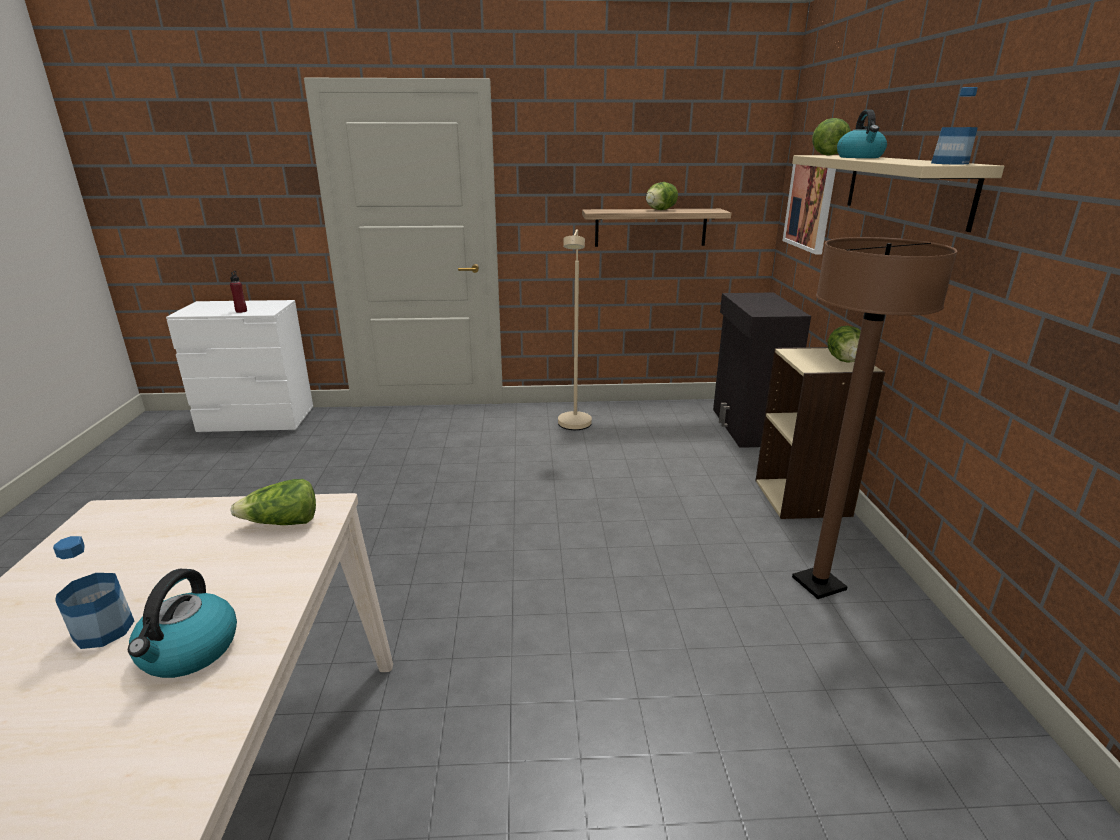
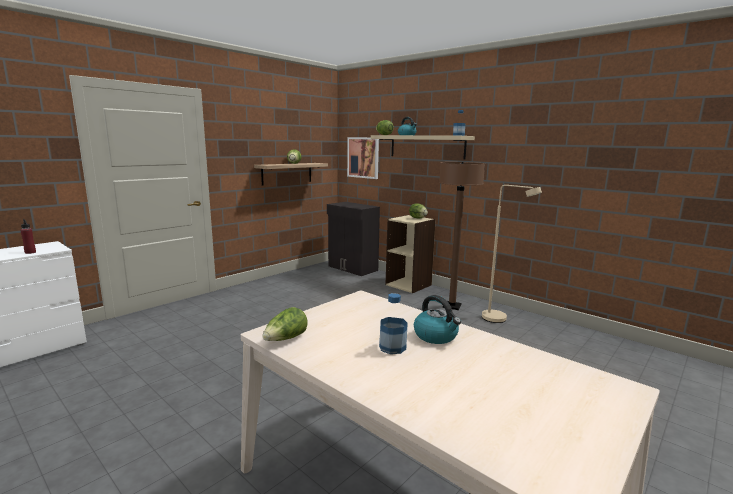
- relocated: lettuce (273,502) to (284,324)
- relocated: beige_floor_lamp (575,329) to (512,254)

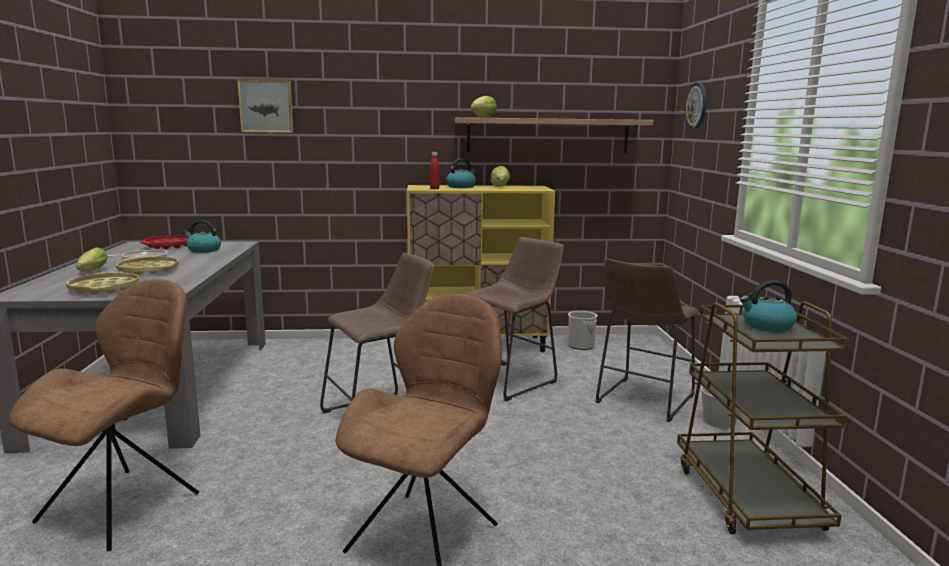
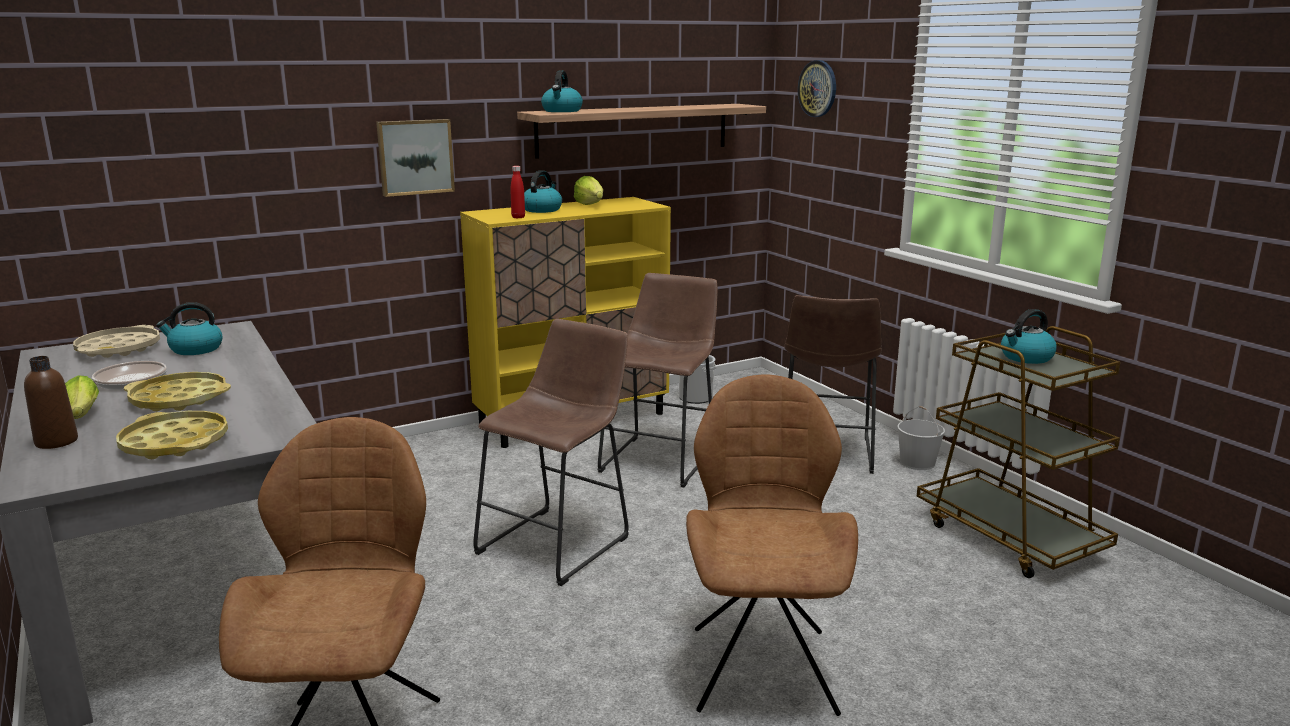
- colour: red_tray (164,242) to beige_tray (116,341)
- relocated: picture (265,106) to (415,158)
- exchanged: lettuce (484,107) to kettle (562,91)
- appeared: brown_bottle (51,402)

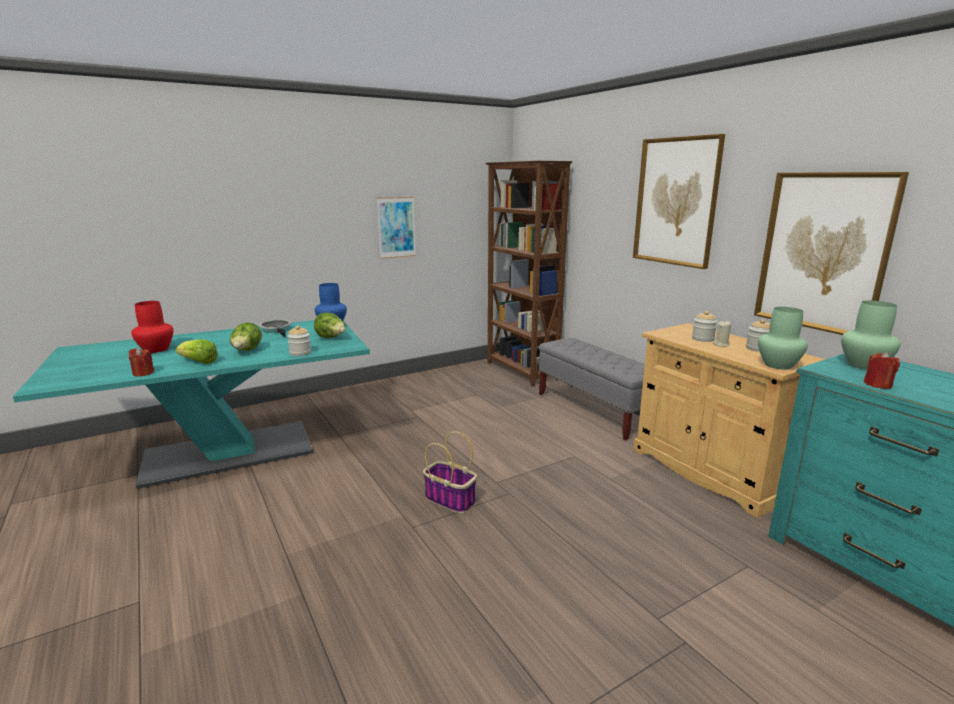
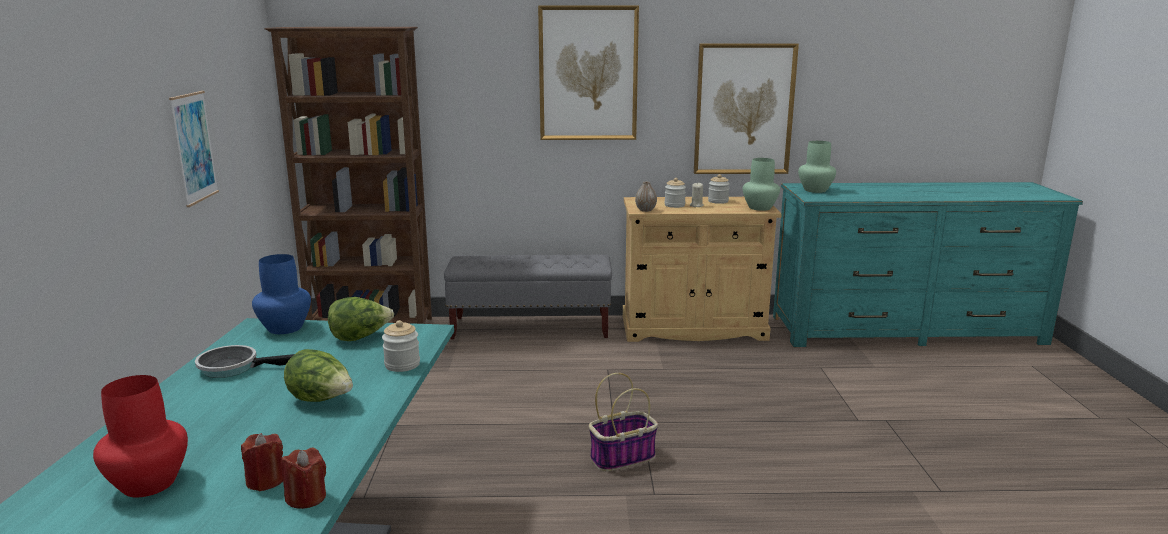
- missing: lettuce (197,351)
- relocated: red_candle (882,370) to (262,462)
- appeared: vase (646,197)

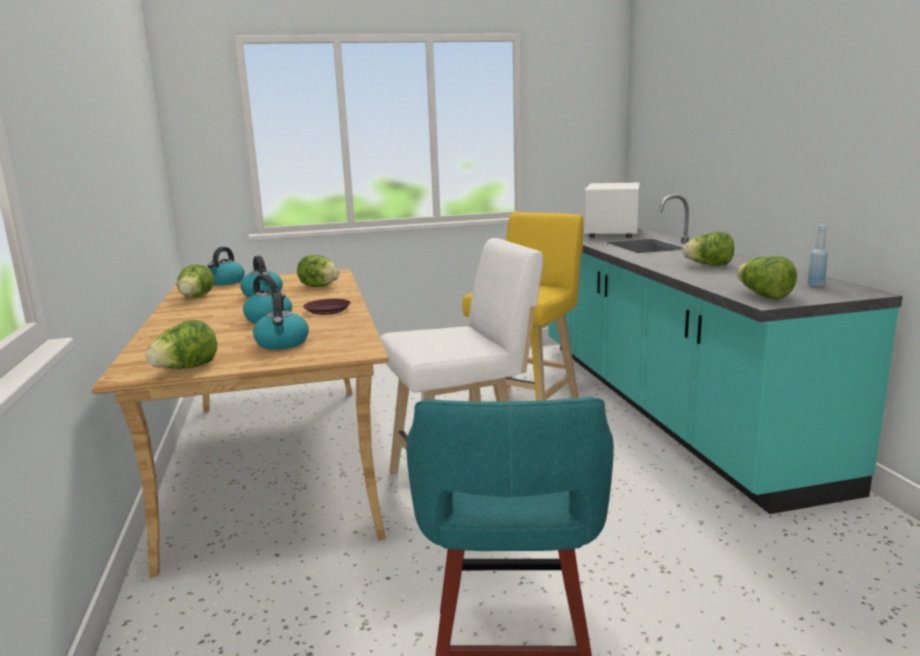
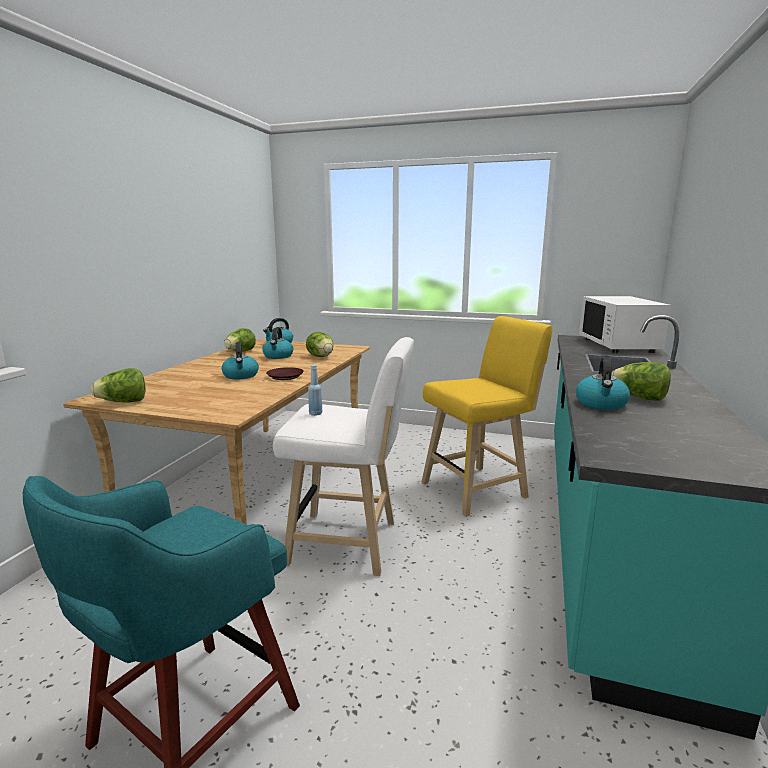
- relocated: kettle (281,321) to (603,383)
- spun: white_microwave (612,210) = (625,324) 45 degrees counterclockwise
- missing: lettuce (767,277)
- relocated: blue_bottle (817,256) to (315,390)

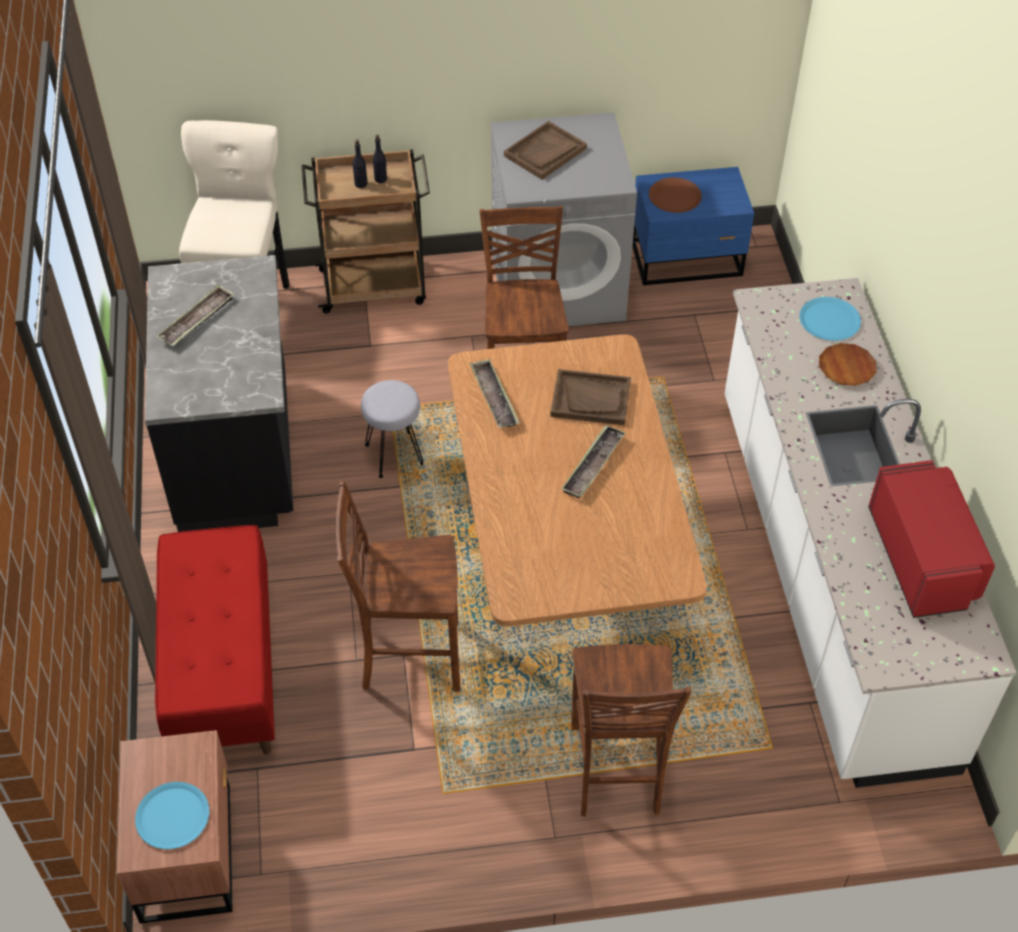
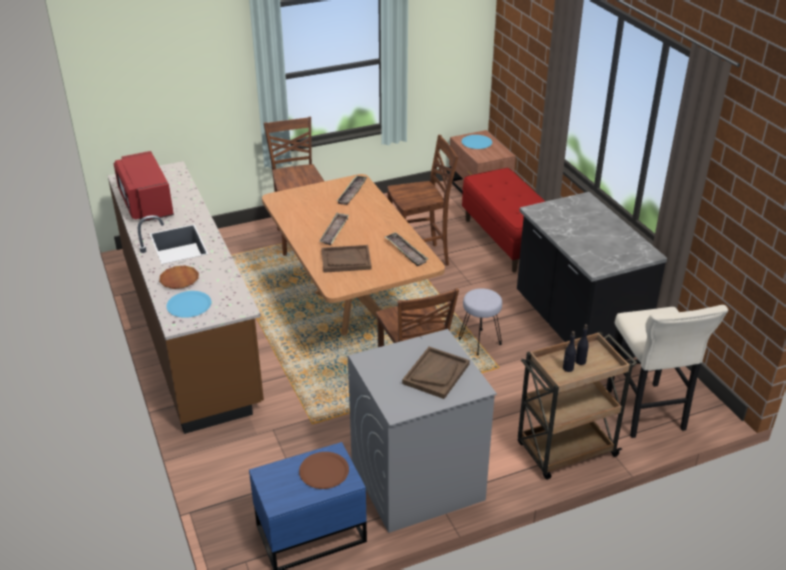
- relocated: tray (195,315) to (351,190)
- colour: white_counter (870,533) to brown_counter (186,297)

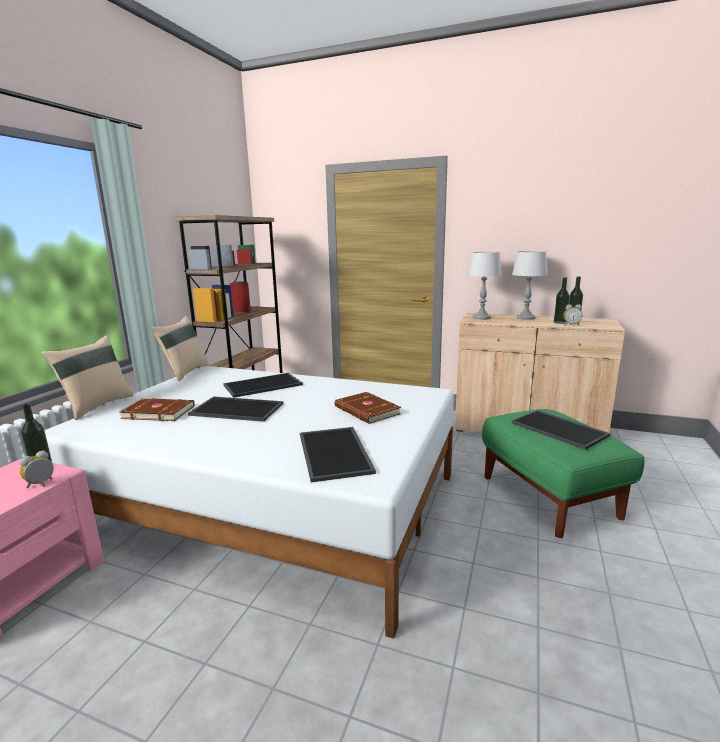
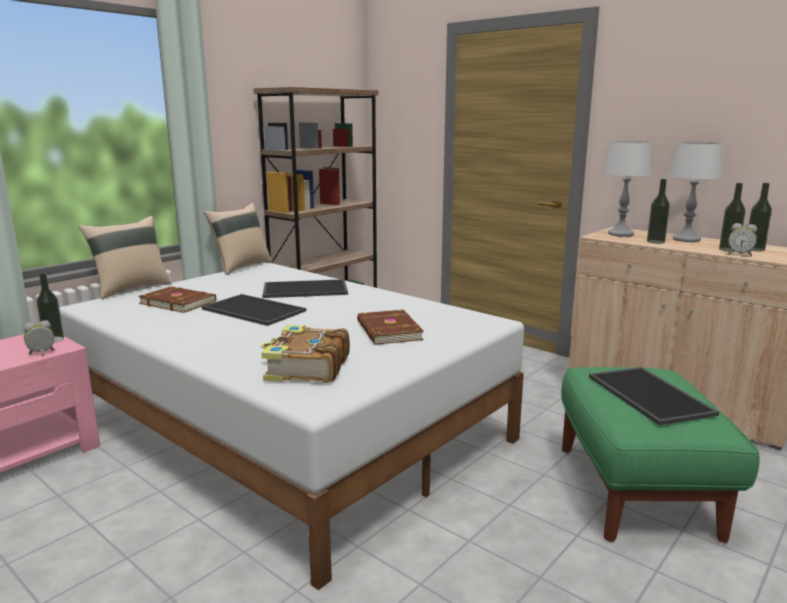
- exchanged: tray (338,454) to book (305,354)
- appeared: bottle (658,211)

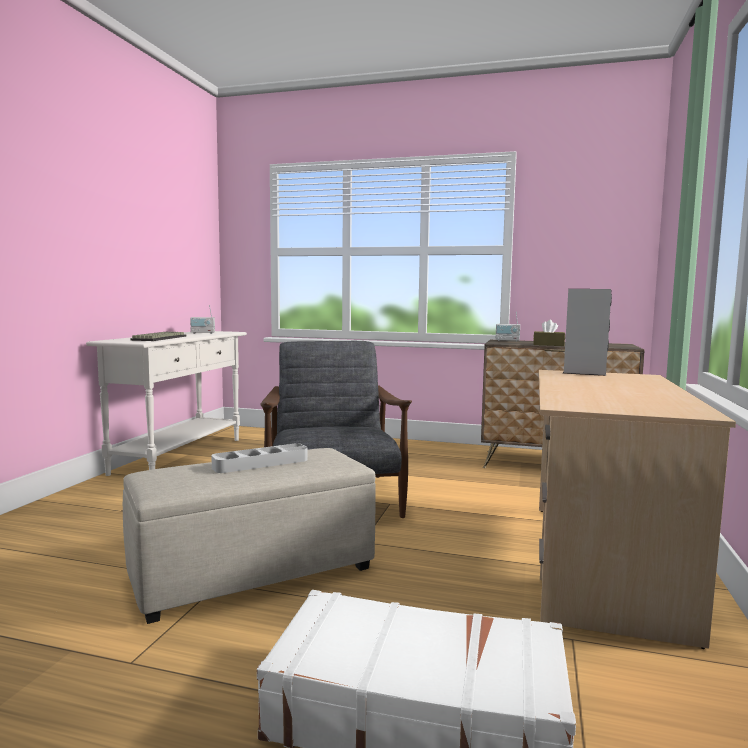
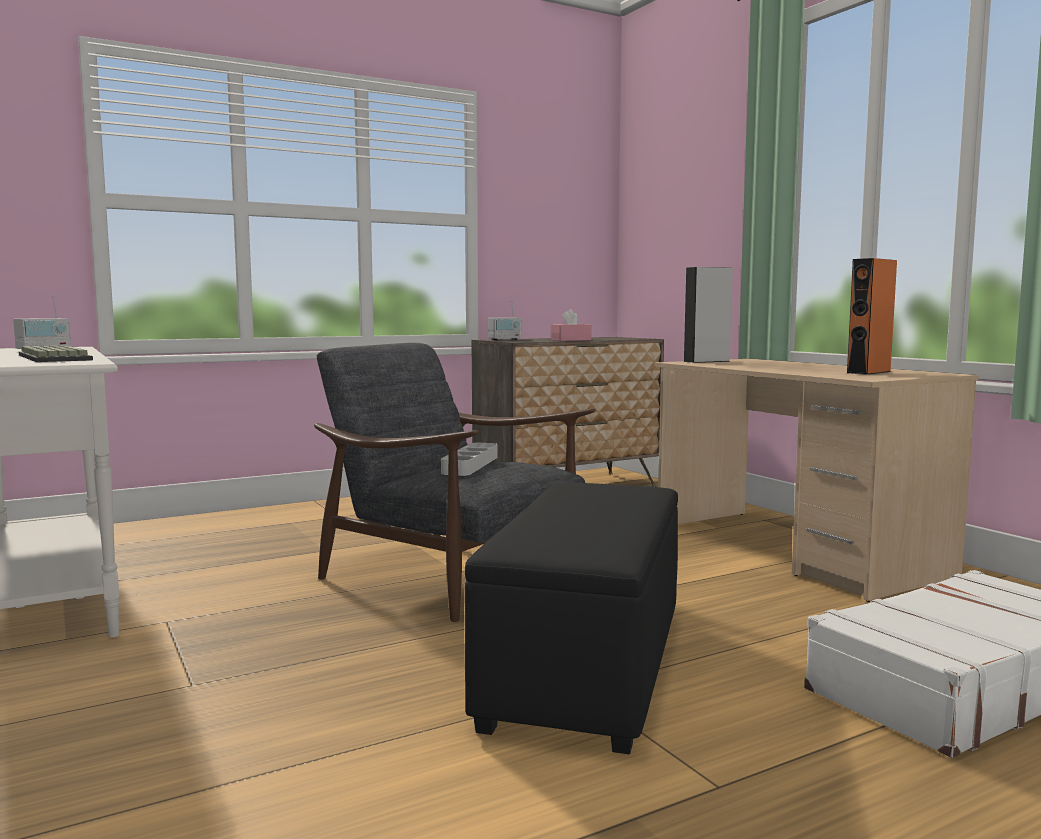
- colour: beige_ottoman (249,536) to black_ottoman (571,618)
- relocated: grey_tray (259,458) to (469,459)
- colour: brown_tissue_box (549,333) to pink_tissue_box (571,325)
- appeared: orange_speaker (872,316)

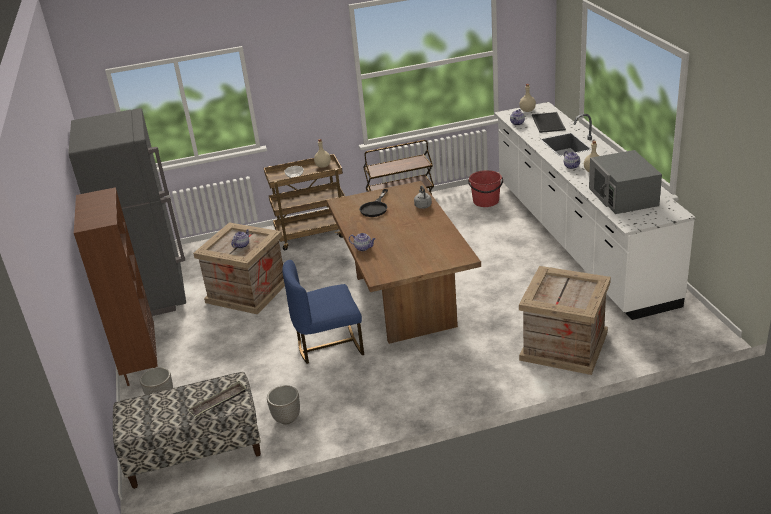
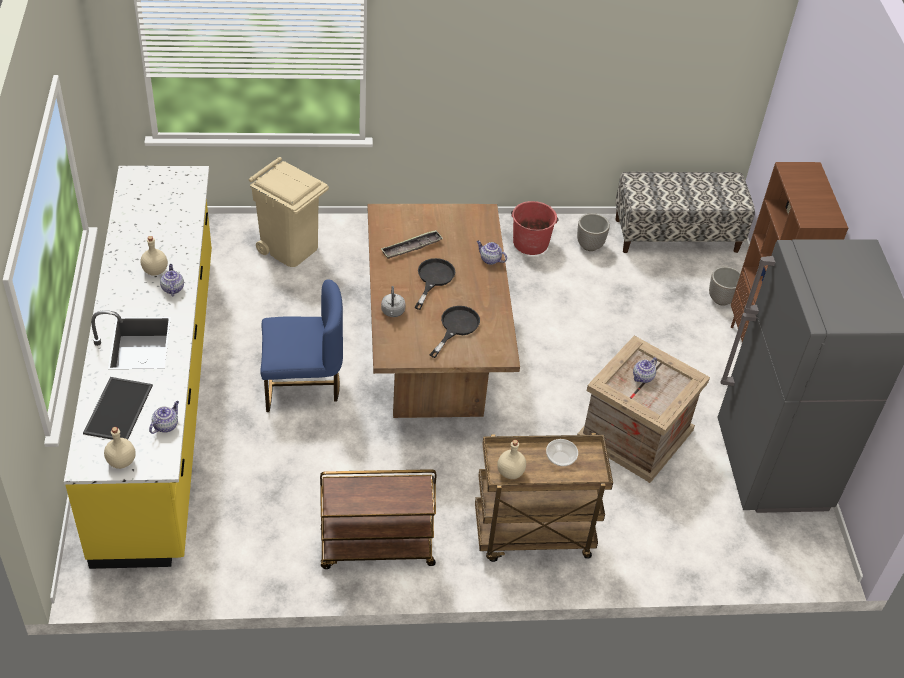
- relocated: tray (217,399) to (412,244)
- relocated: blue_chair (323,312) to (301,346)
- relocated: red_bucket (485,188) to (535,228)
- colour: white_counter (594,211) to yellow_counter (138,367)
- exchanged: crate (565,320) to beige_trash_can (289,212)
- missing: grey_microwave (625,182)
- appeared: black_frying_pan (435,284)

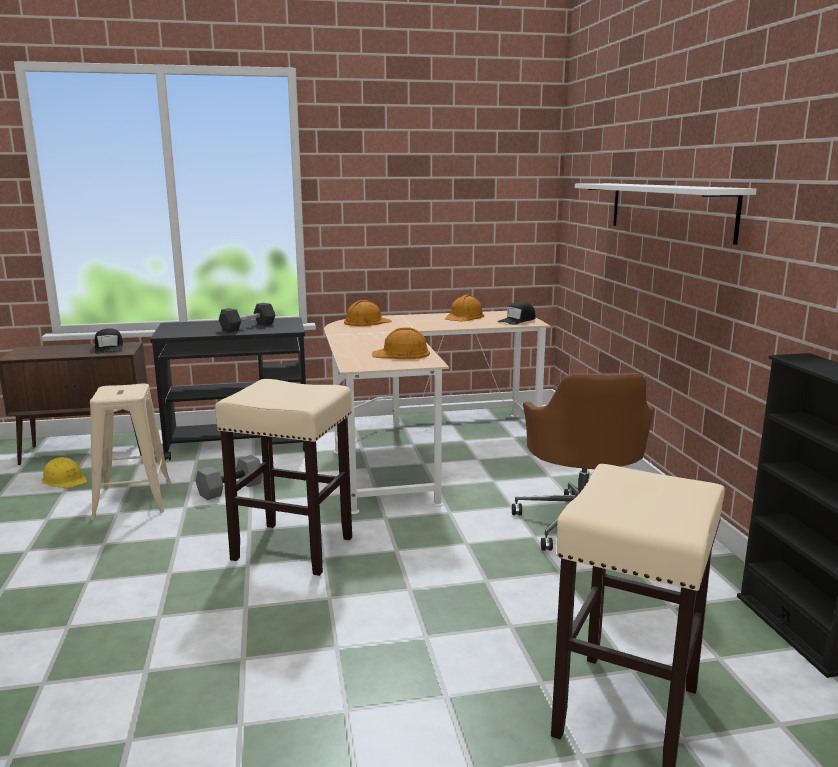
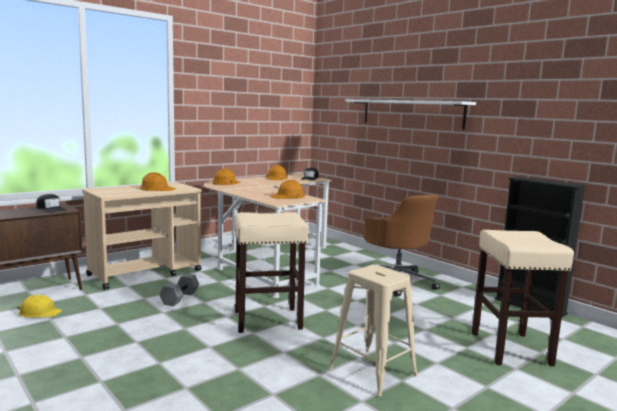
- relocated: beige_stool (130,452) to (373,330)
- colour: black_cart (228,389) to beige_cart (142,236)
- exchanged: grey_dumbbell (247,318) to orange_hard_hat (158,181)

